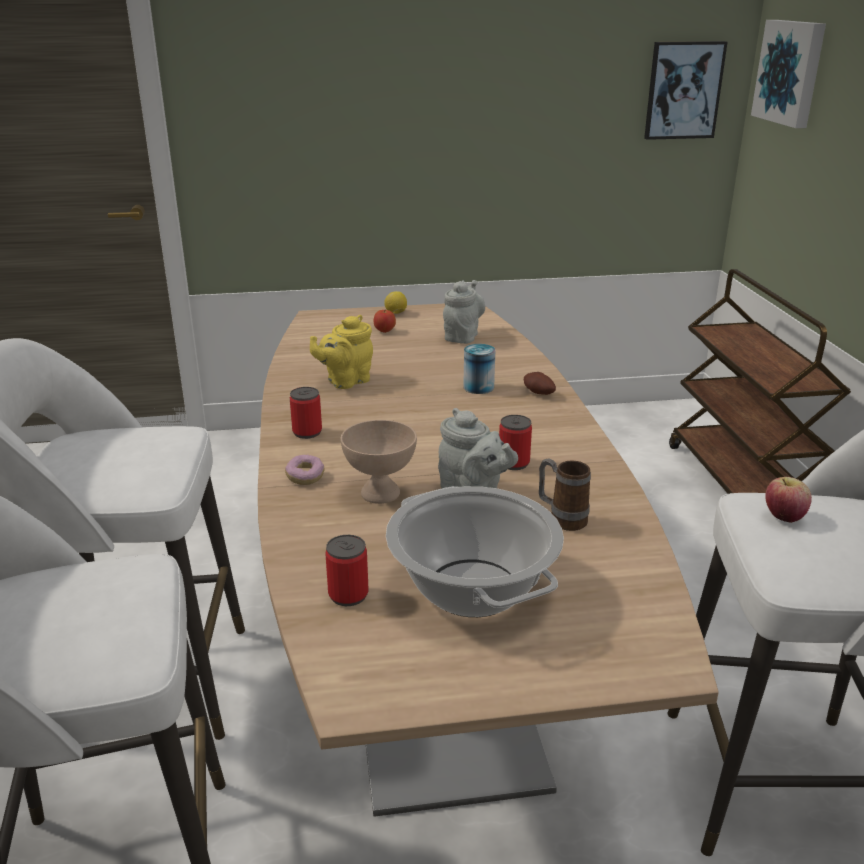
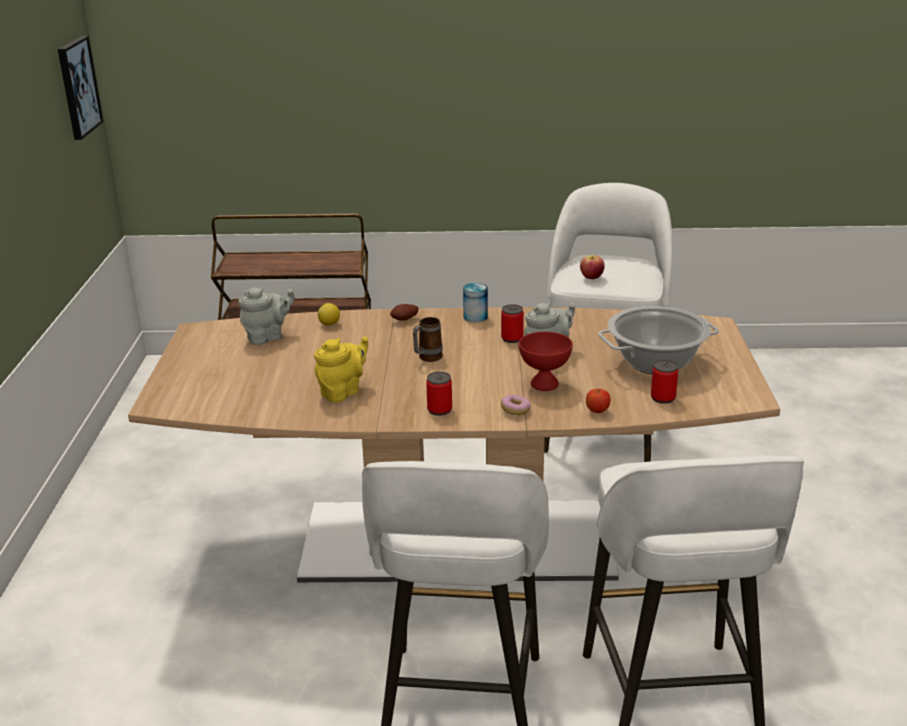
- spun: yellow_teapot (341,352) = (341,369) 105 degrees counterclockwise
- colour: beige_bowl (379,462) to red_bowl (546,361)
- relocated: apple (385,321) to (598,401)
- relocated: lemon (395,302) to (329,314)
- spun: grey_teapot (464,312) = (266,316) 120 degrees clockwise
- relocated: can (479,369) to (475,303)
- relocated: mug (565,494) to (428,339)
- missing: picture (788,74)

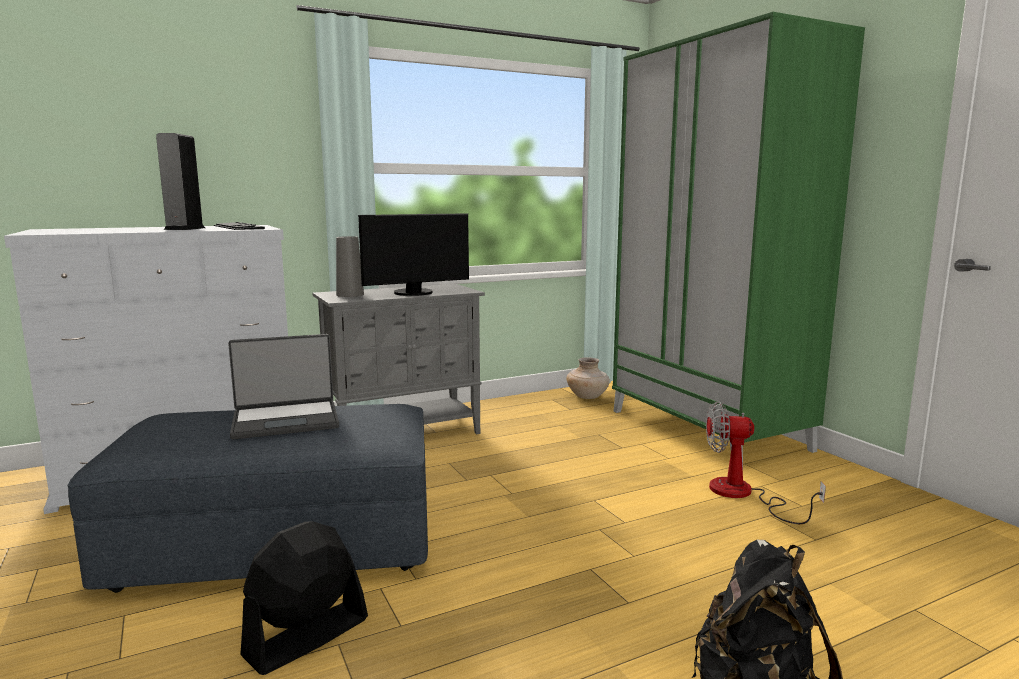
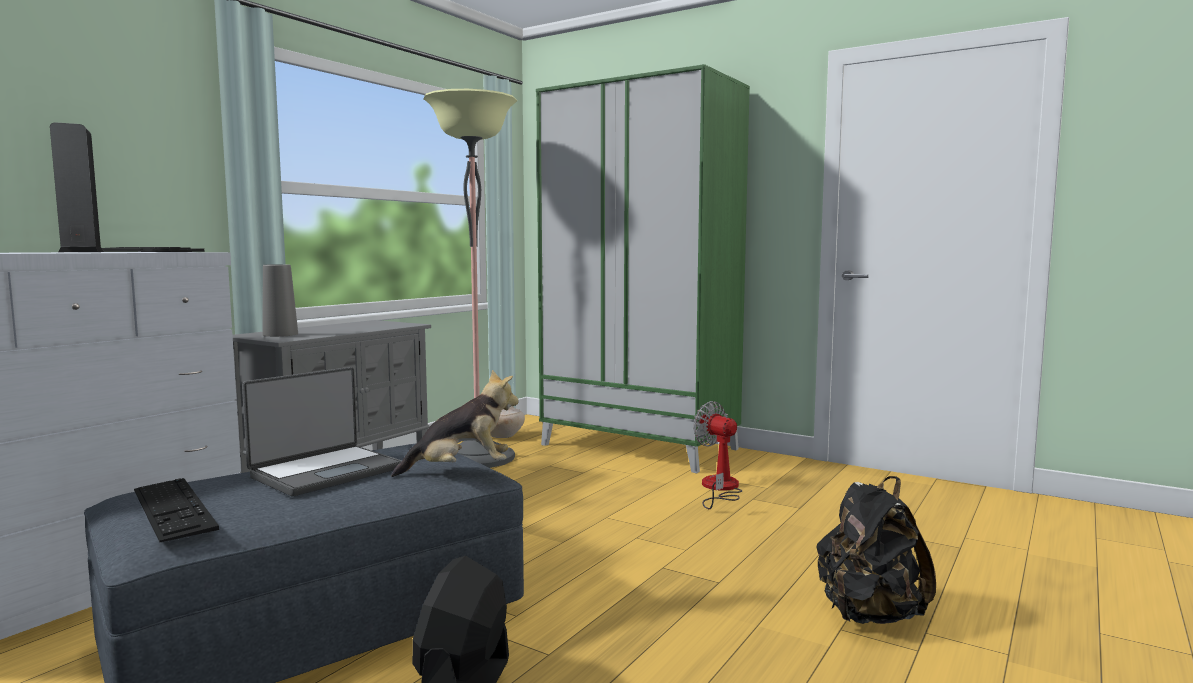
- missing: monitor (413,254)
- spun: fan (766,463) = (717,455) 75 degrees clockwise
- appeared: keyboard (176,510)
- appeared: plush_toy (455,423)
- appeared: floor_lamp (470,278)

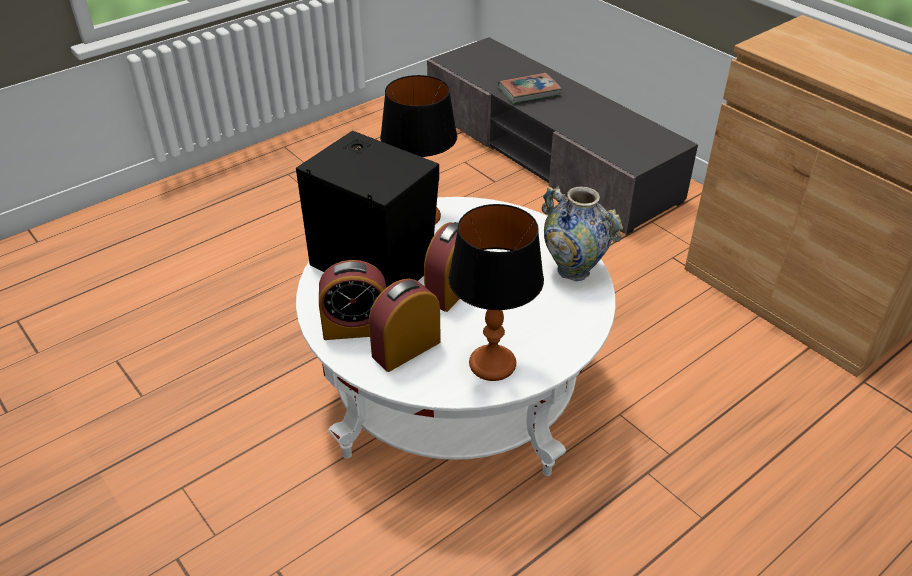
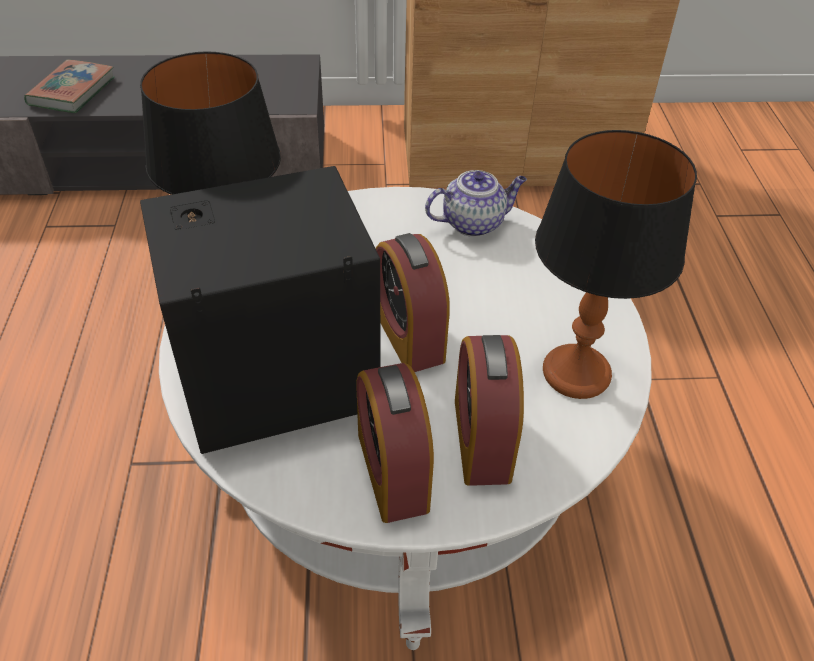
- spun: alarm_clock (352,300) = (395,443) 135 degrees clockwise
- exchanged: vase (582,233) to teapot (476,203)

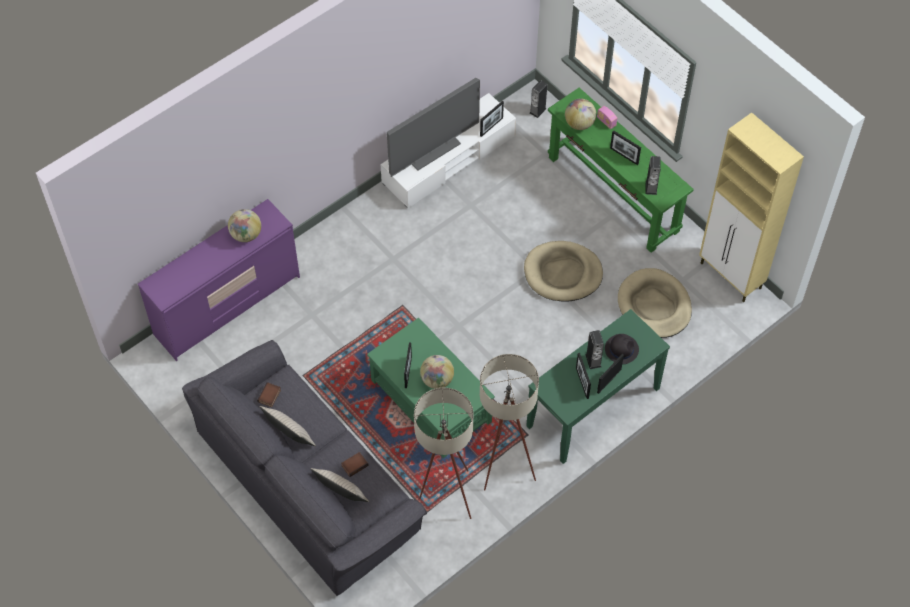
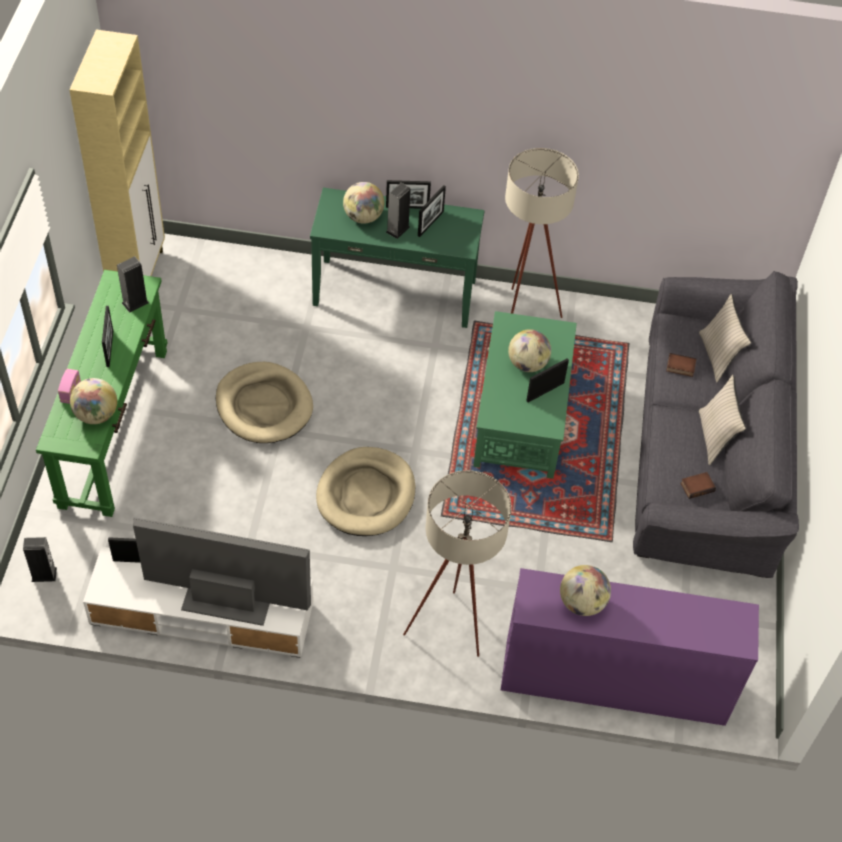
- relocated: beige_floor_lamp (444,453) to (457,563)
- exchanged: black_hat (622,349) to globe (363,203)
- relocated: beige_dog_bed (655,303) to (365,491)

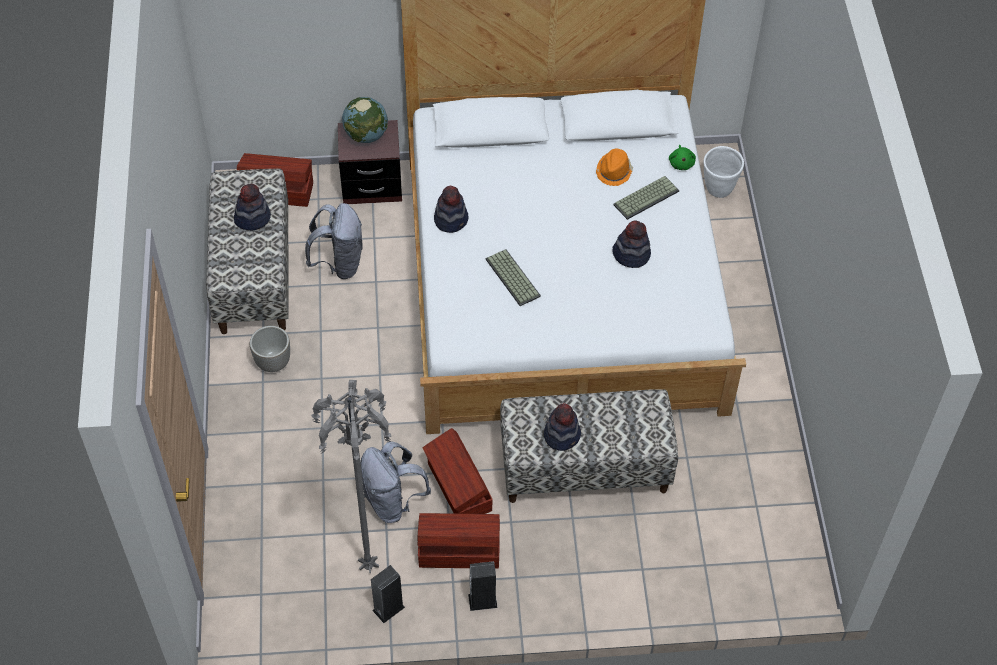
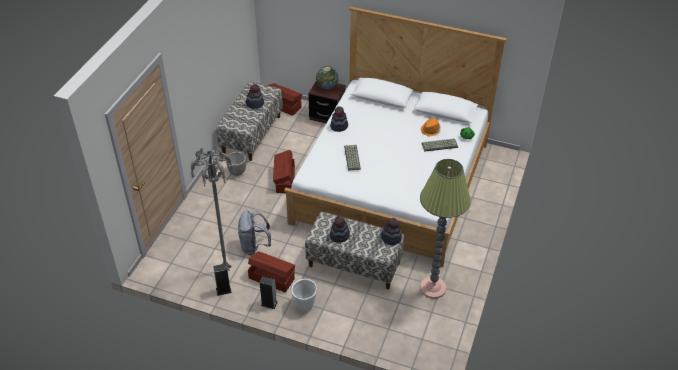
- missing: grey_backpack (334,241)
- relocated: brown_storage_box (457,471) to (284,171)
- relocated: hat (631,244) to (391,231)
- relocated: white_planter (724,172) to (304,295)
- appeared: floor_lamp (445,229)

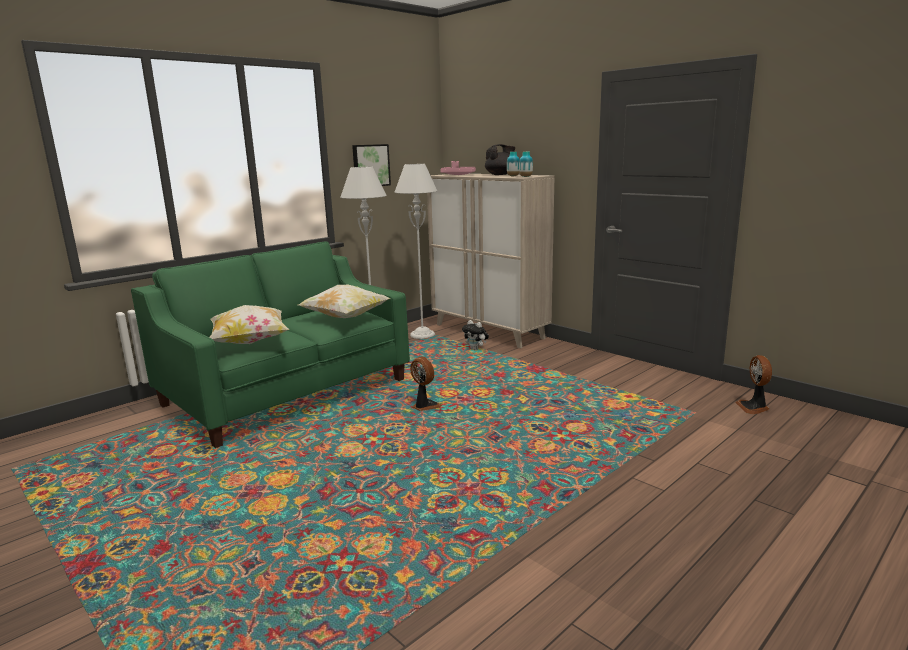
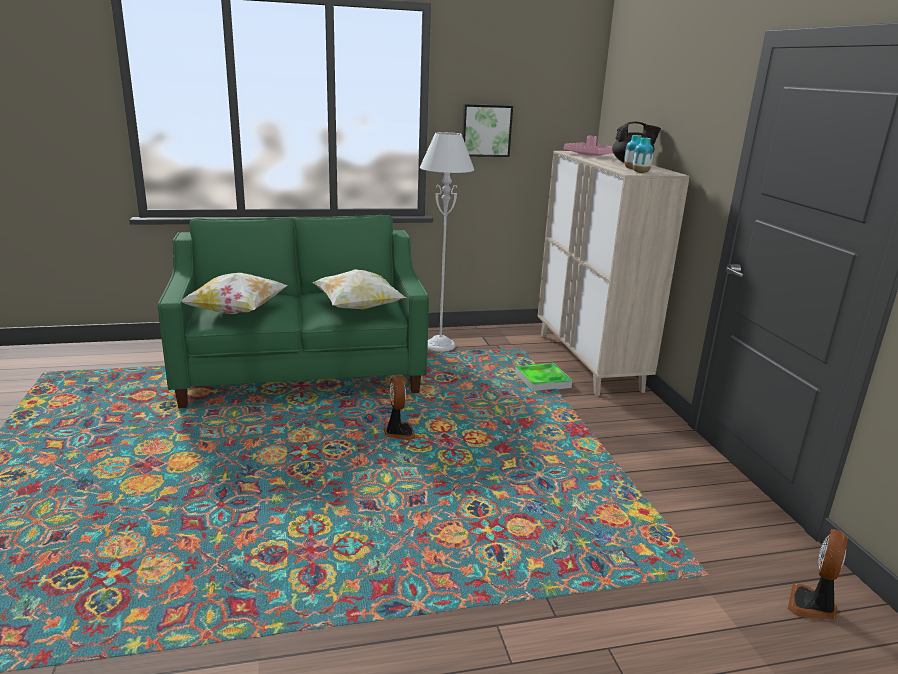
- missing: grey_floor_lamp (416,251)
- exchanged: plush_toy (475,335) to tray (543,377)

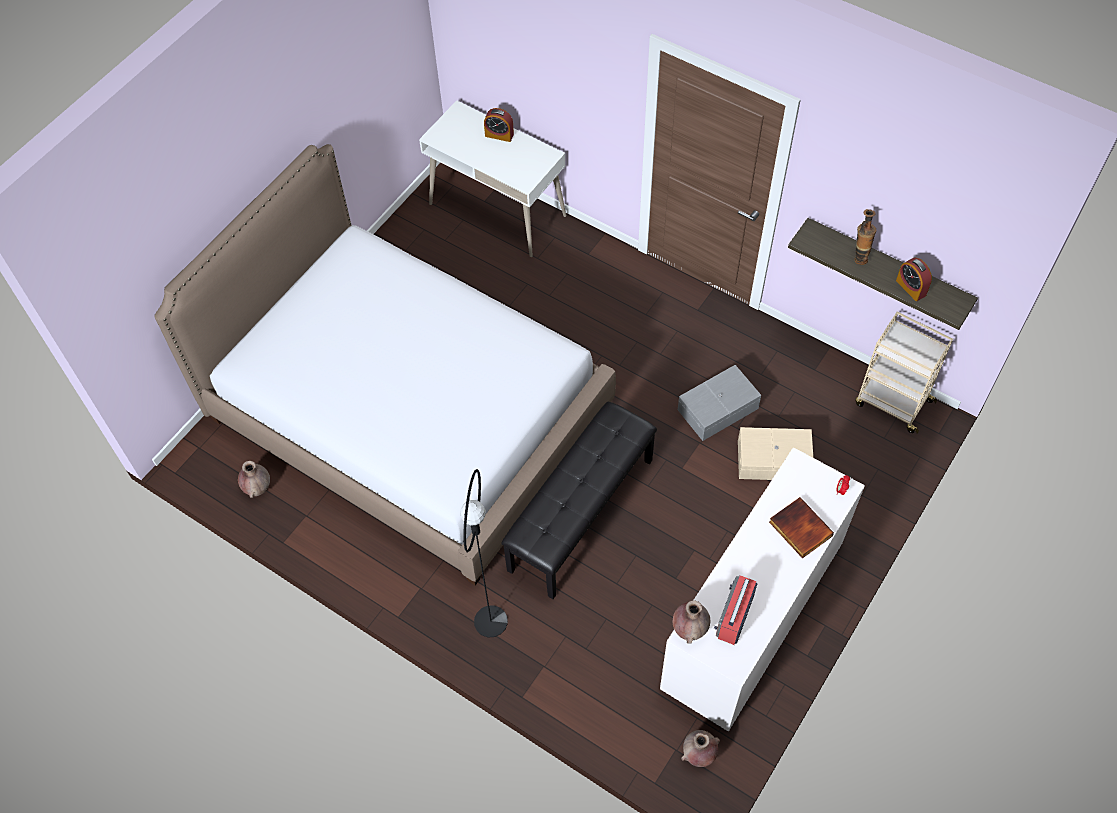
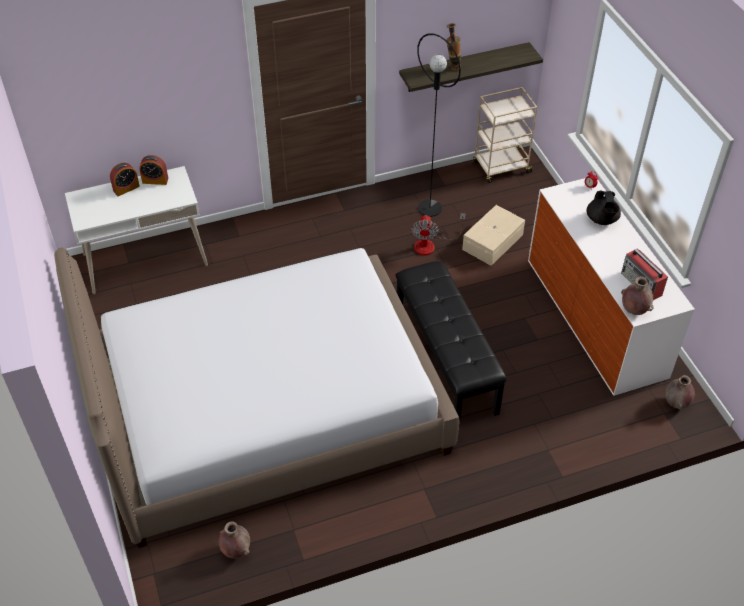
- relocated: black_floor_lamp (484,553) to (439,125)
- exchanged: grey_storage_box (719,403) to fan (439,234)
- exchanged: book (801,527) to black_teapot (604,208)
- relocated: alarm_clock (914,279) to (153,170)

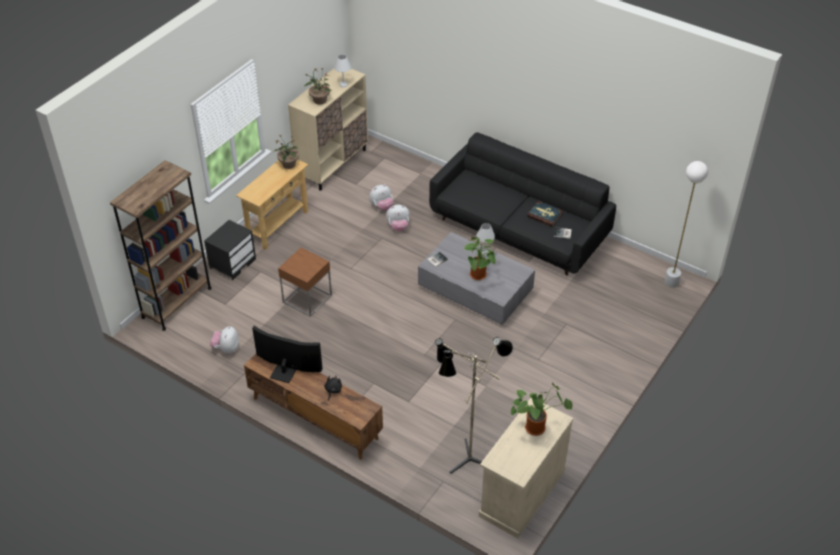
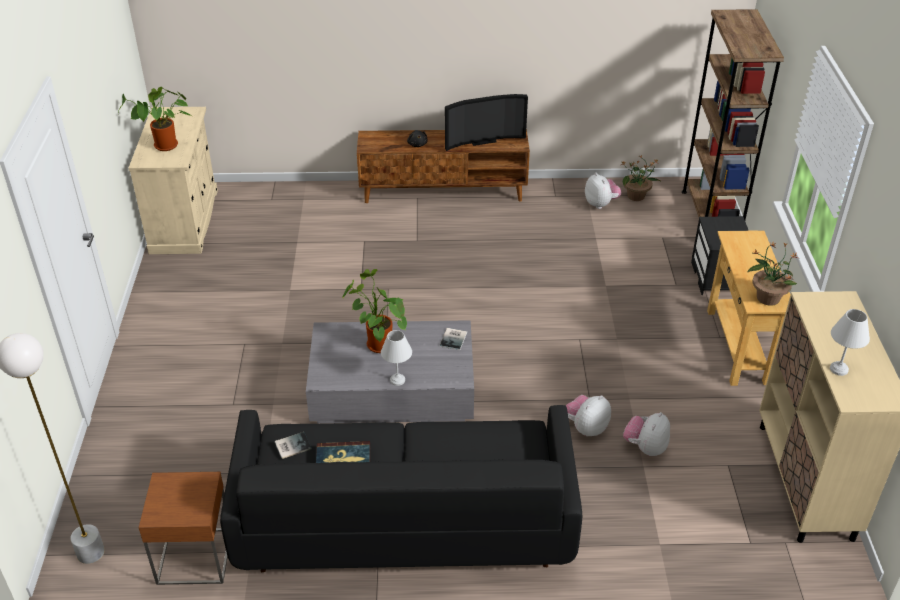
- relocated: brown_side_table (305,282) to (183,528)
- relocated: potted_plant (317,86) to (641,178)
- missing: floor_lamp (474,405)

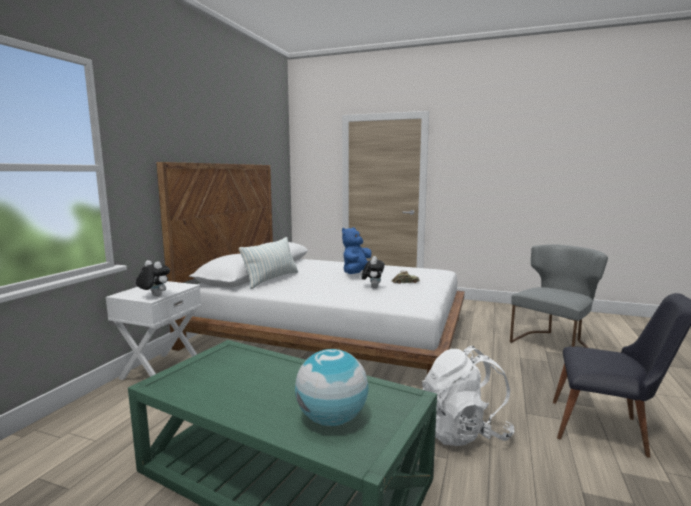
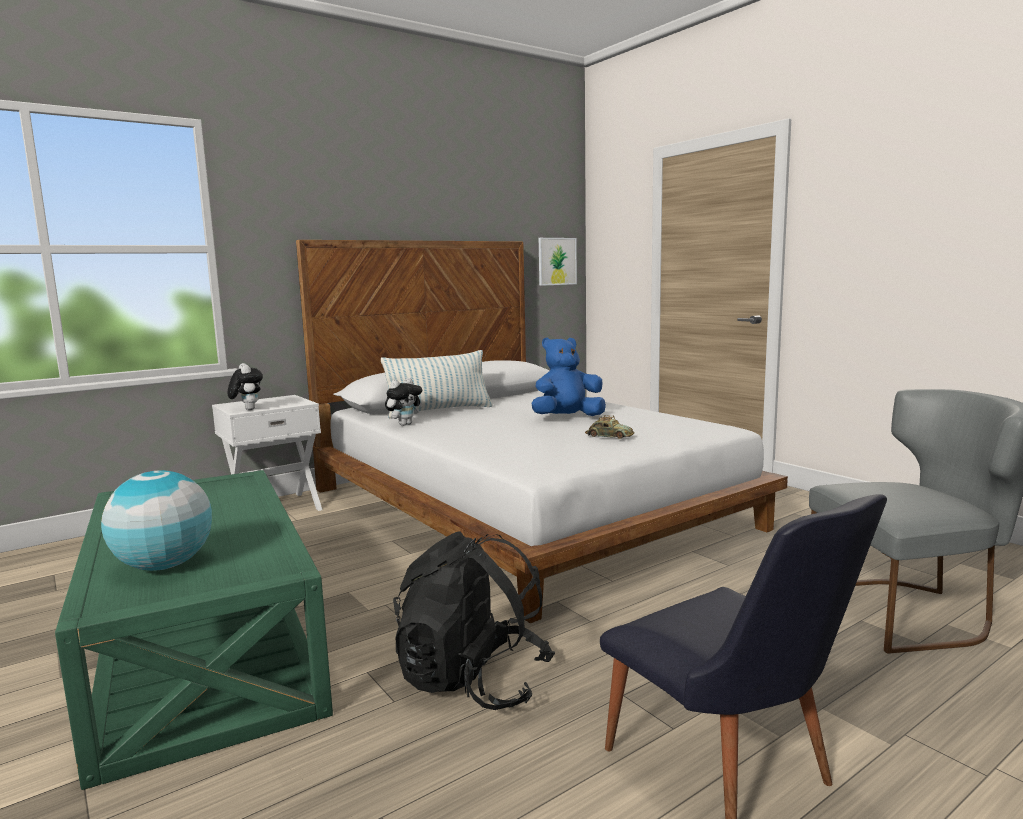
- relocated: plush_toy (373,272) to (403,402)
- colour: white_backpack (468,396) to black_backpack (474,620)
- appeared: picture (558,262)

